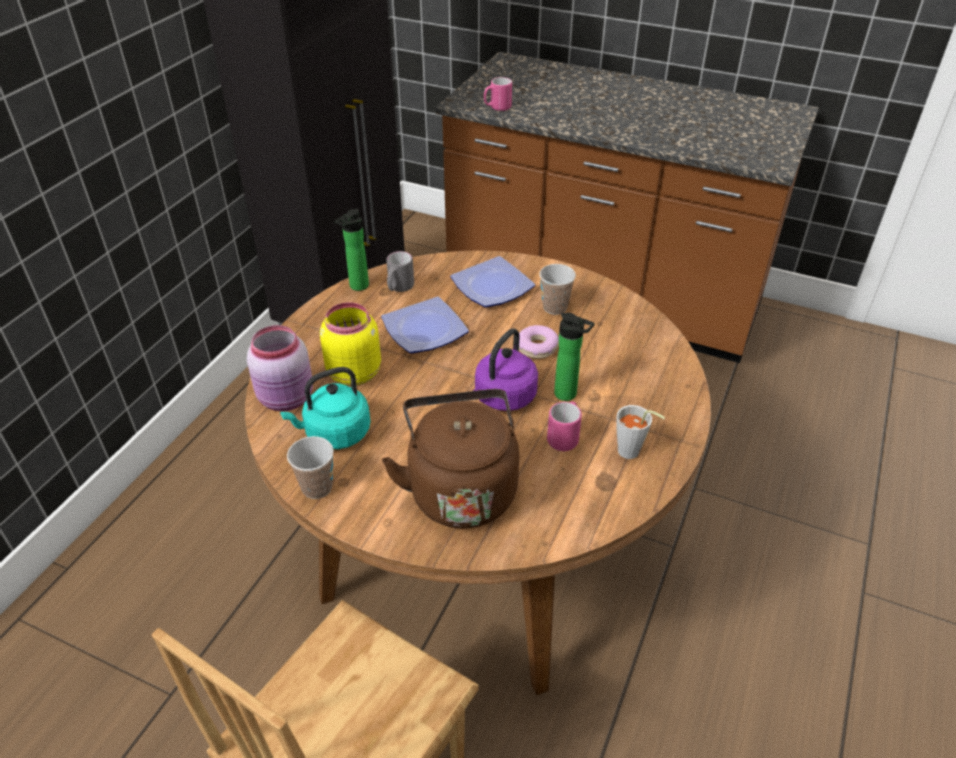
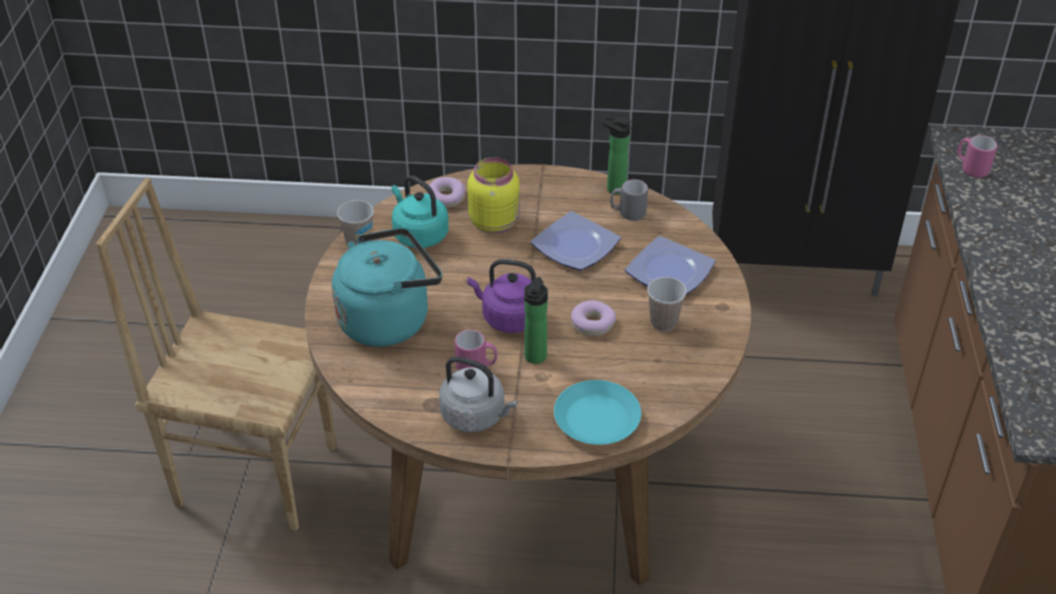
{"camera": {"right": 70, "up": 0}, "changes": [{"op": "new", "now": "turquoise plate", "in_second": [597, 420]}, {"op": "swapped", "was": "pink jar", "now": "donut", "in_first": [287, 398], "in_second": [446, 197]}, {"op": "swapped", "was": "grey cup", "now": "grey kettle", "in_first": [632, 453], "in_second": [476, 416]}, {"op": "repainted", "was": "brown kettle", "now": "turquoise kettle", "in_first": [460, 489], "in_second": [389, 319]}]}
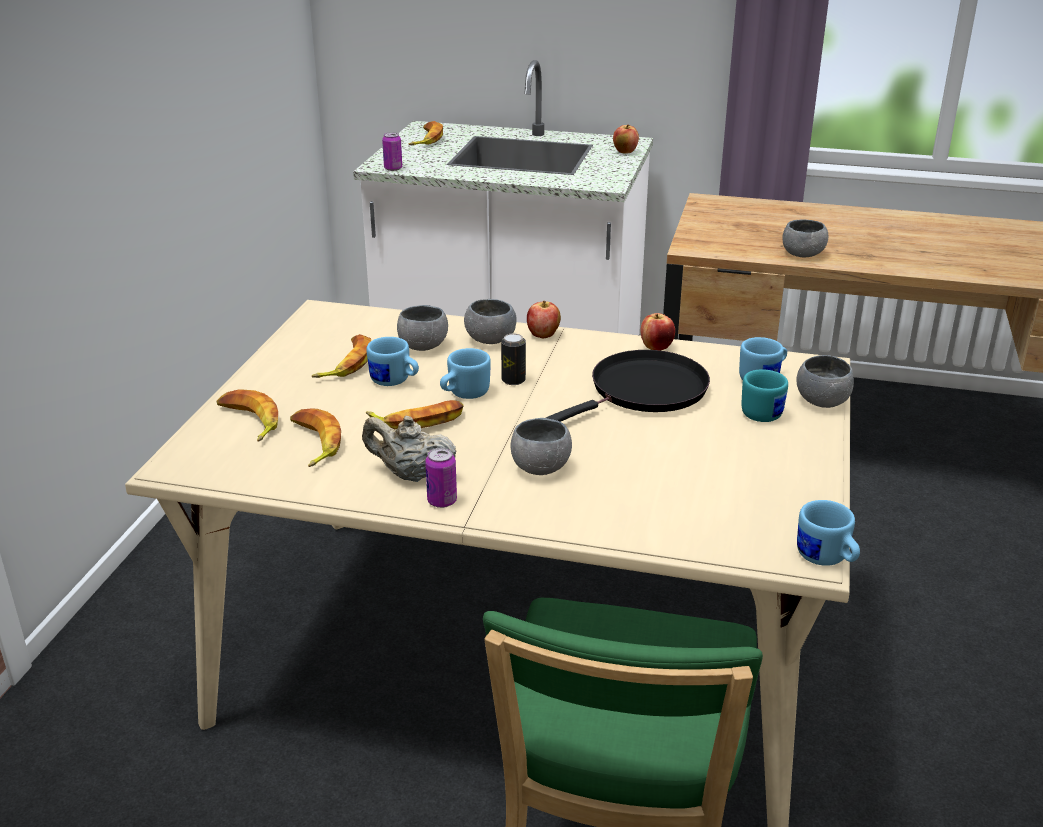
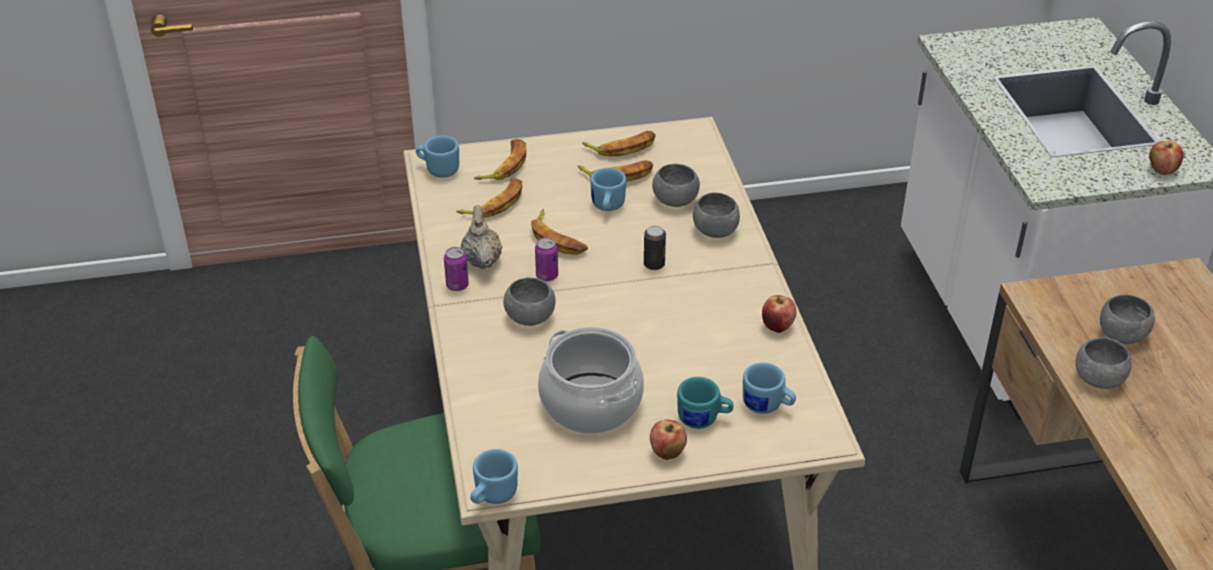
{"camera": {"right": 65, "up": 10}, "changes": [{"op": "gone", "was": "black frying pan", "in_first": [643, 392]}, {"op": "new", "now": "cooking pot", "in_second": [591, 403]}, {"op": "shifted", "was": "can", "in_first": [393, 168], "in_second": [547, 276]}, {"op": "shifted", "was": "banana", "in_first": [426, 139], "in_second": [622, 147]}, {"op": "shifted", "was": "blue mug", "in_first": [463, 394], "in_second": [438, 169]}, {"op": "shifted", "was": "apple", "in_first": [543, 335], "in_second": [667, 453]}, {"op": "shifted", "was": "grey bowl", "in_first": [821, 401], "in_second": [1121, 335]}]}
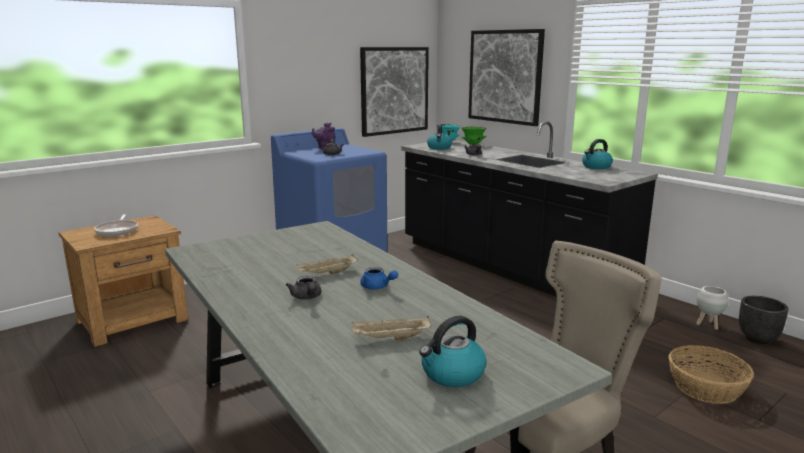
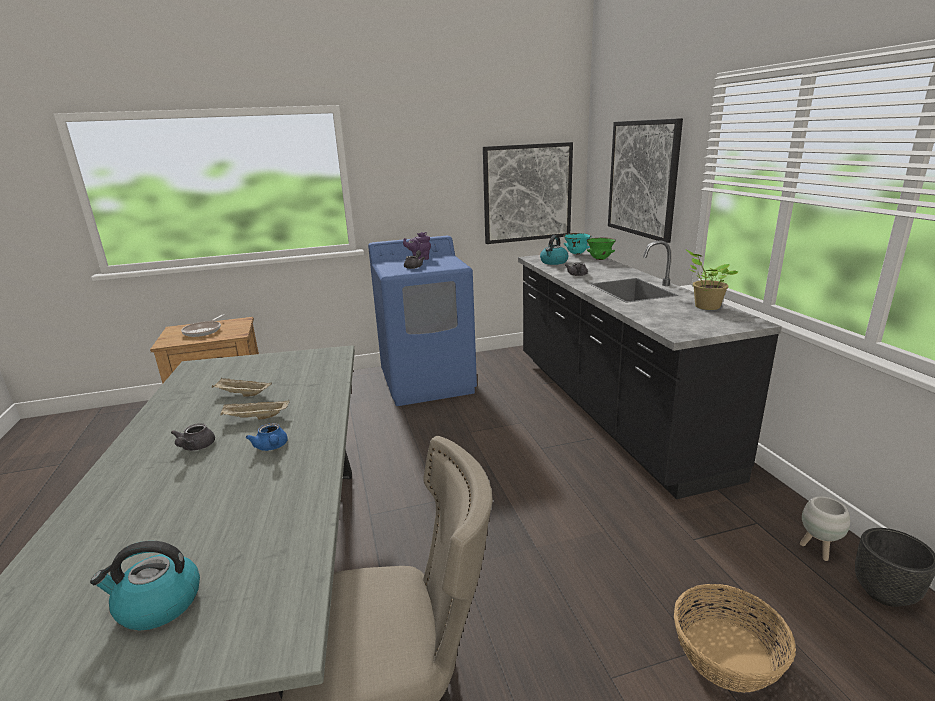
{"camera": {"right": 25, "up": 5}, "changes": [{"op": "shifted", "was": "beige tray", "in_first": [390, 338], "in_second": [242, 394]}, {"op": "swapped", "was": "kettle", "now": "potted plant", "in_first": [596, 167], "in_second": [705, 306]}]}
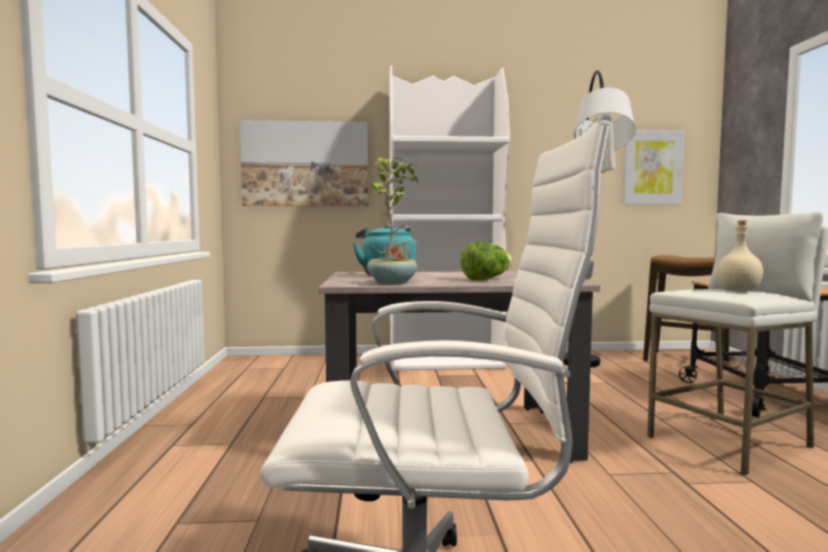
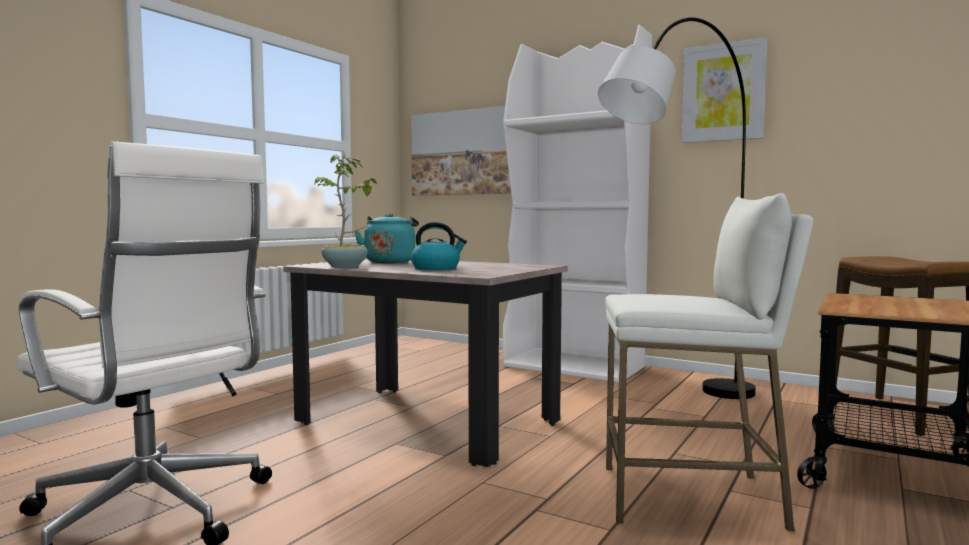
{"camera": {"right": 35, "up": 0}, "changes": [{"op": "gone", "was": "beige bottle", "in_first": [737, 290]}, {"op": "shifted", "was": "picture", "in_first": [652, 167], "in_second": [723, 92]}, {"op": "swapped", "was": "lettuce", "now": "kettle", "in_first": [486, 279], "in_second": [436, 268]}]}
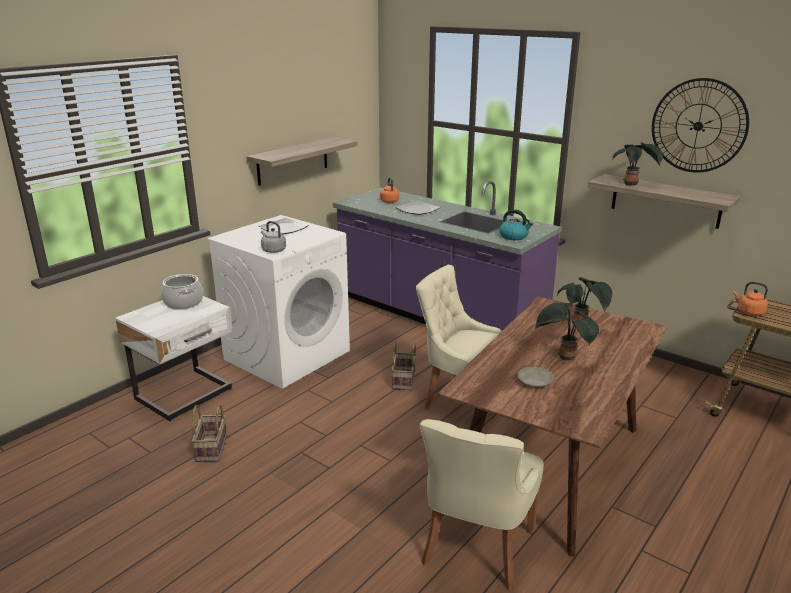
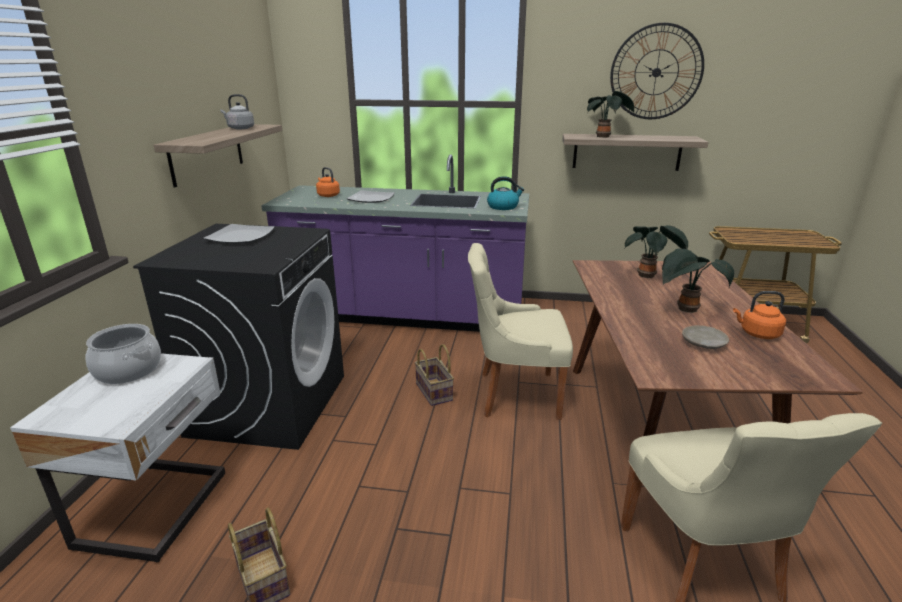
{"camera": {"right": -30, "up": 0}, "changes": [{"op": "shifted", "was": "grey kettle", "in_first": [273, 250], "in_second": [239, 128]}, {"op": "shifted", "was": "orange kettle", "in_first": [748, 312], "in_second": [757, 334]}, {"op": "repainted", "was": "white washing machine", "now": "black washing machine", "in_first": [287, 355], "in_second": [269, 404]}]}
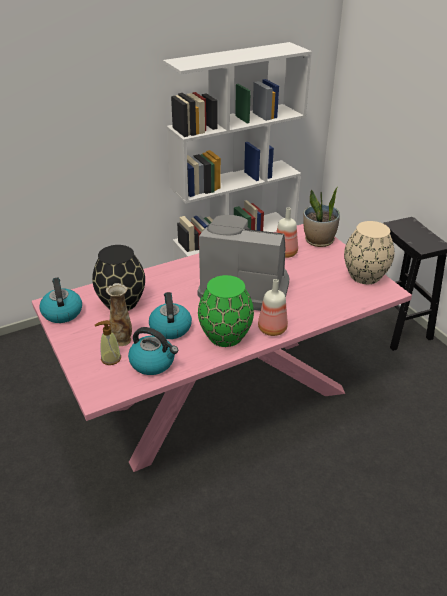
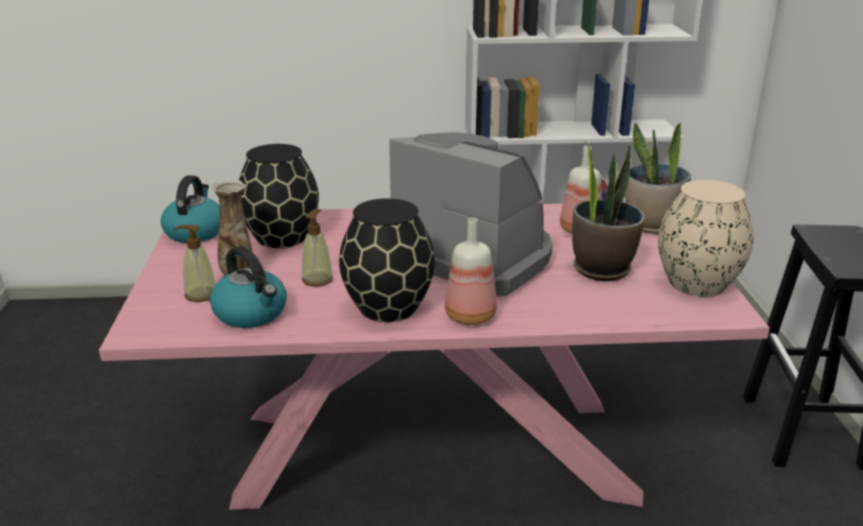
{"camera": {"right": 25, "up": -10}, "changes": [{"op": "new", "now": "potted plant", "in_second": [601, 269]}, {"op": "swapped", "was": "kettle", "now": "soap dispenser", "in_first": [170, 328], "in_second": [317, 279]}, {"op": "repainted", "was": "green vase", "now": "black vase", "in_first": [225, 335], "in_second": [388, 307]}]}
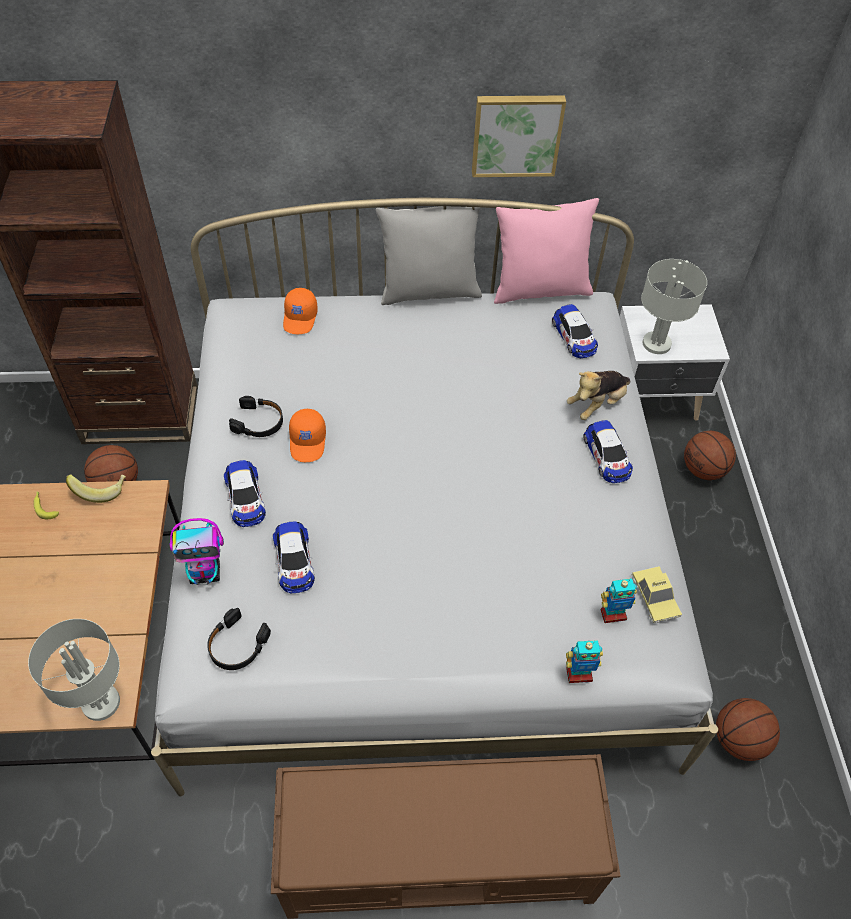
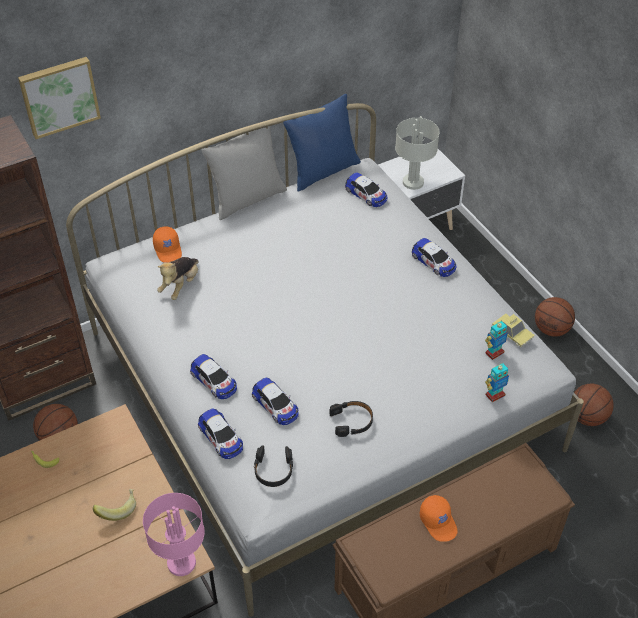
{"camera": {"right": -25, "up": -5}, "changes": [{"op": "shifted", "was": "banana", "in_first": [101, 490], "in_second": [117, 509]}, {"op": "shifted", "was": "black headphones", "in_first": [259, 422], "in_second": [352, 421]}, {"op": "shifted", "was": "orange cap", "in_first": [308, 441], "in_second": [439, 522]}, {"op": "shifted", "was": "picture", "in_first": [516, 134], "in_second": [59, 96]}, {"op": "shifted", "was": "plush toy", "in_first": [597, 404], "in_second": [180, 285]}, {"op": "shifted", "was": "basketball", "in_first": [703, 470], "in_second": [551, 329]}, {"op": "swapped", "was": "toy robot", "now": "toy car", "in_first": [206, 573], "in_second": [221, 437]}, {"op": "repainted", "was": "grey table lamp", "now": "pink table lamp", "in_first": [100, 702], "in_second": [180, 563]}, {"op": "repainted", "was": "pink pillow", "now": "blue pillow", "in_first": [540, 289], "in_second": [323, 171]}]}
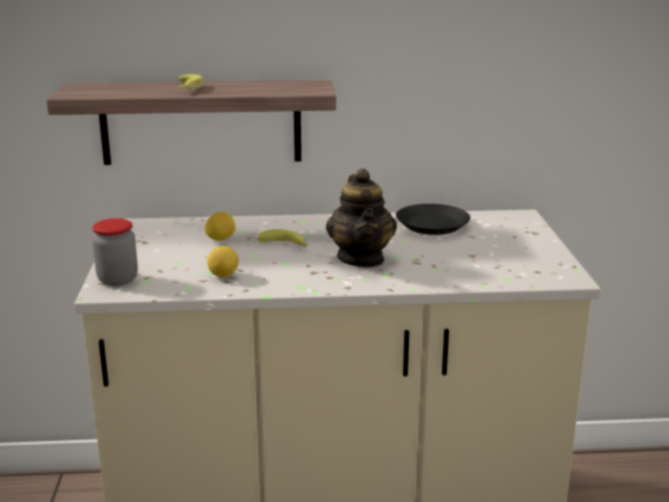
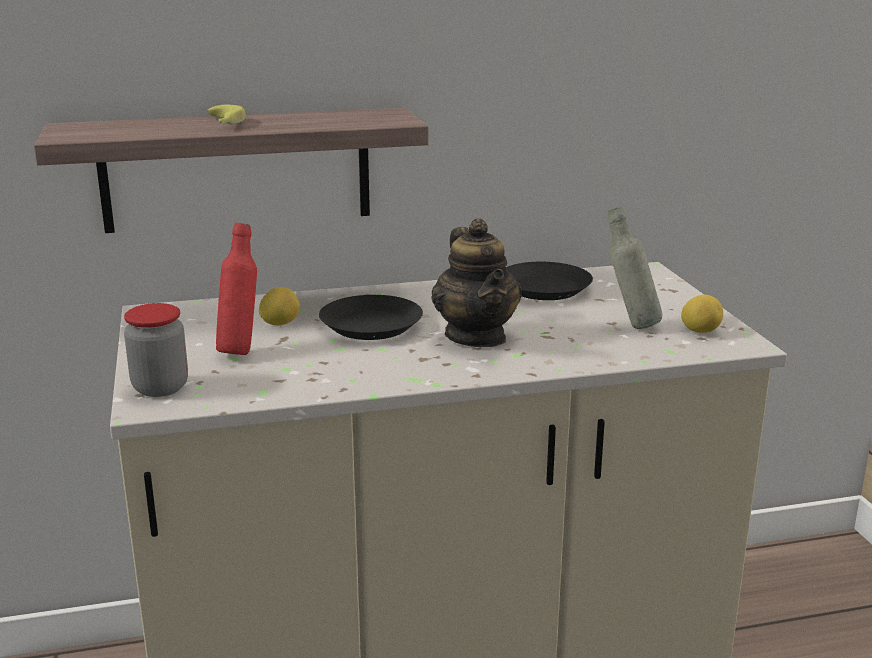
{"camera": {"right": -10, "up": 0}, "changes": [{"op": "new", "now": "red bottle", "in_second": [240, 350]}, {"op": "new", "now": "grey bottle", "in_second": [630, 325]}, {"op": "shifted", "was": "lemon", "in_first": [223, 276], "in_second": [700, 331]}, {"op": "swapped", "was": "banana", "now": "black plate", "in_first": [285, 245], "in_second": [370, 326]}]}
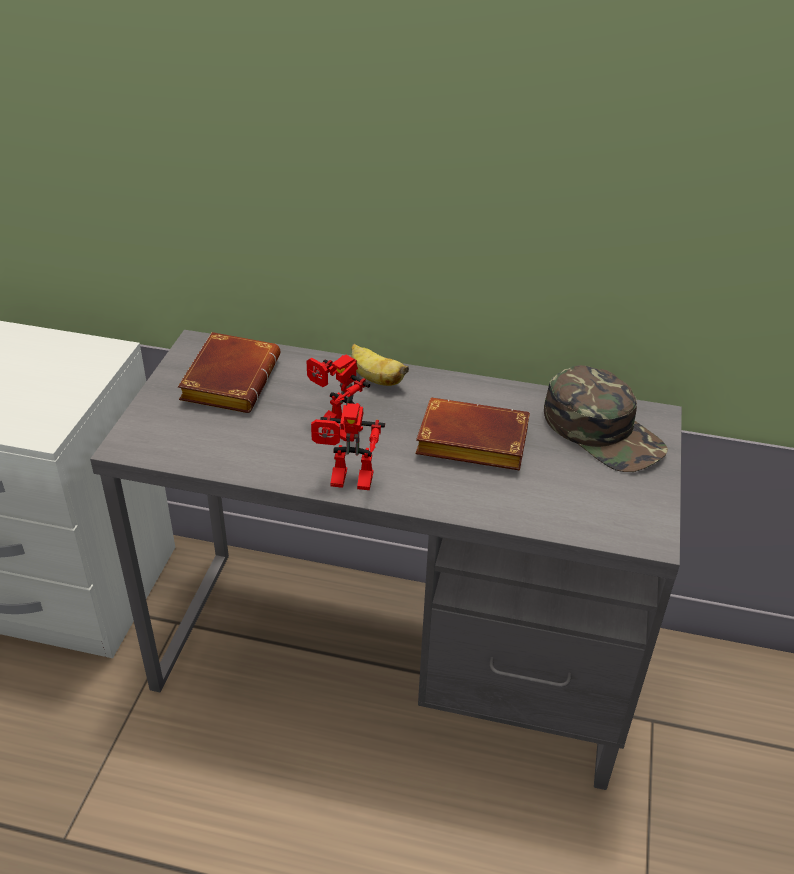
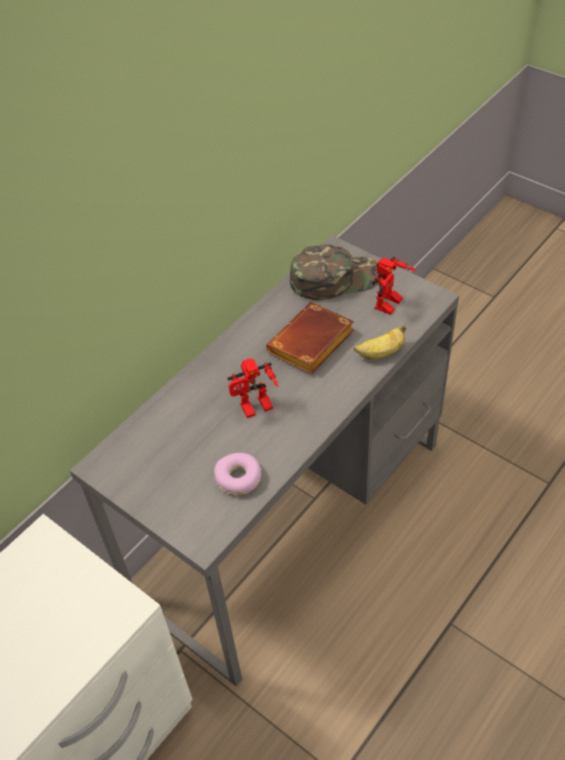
{"camera": {"right": -60, "up": 10}, "changes": [{"op": "gone", "was": "brown book", "in_first": [229, 379]}, {"op": "new", "now": "donut", "in_second": [238, 478]}, {"op": "shifted", "was": "toy robot", "in_first": [347, 482], "in_second": [391, 306]}, {"op": "shifted", "was": "banana", "in_first": [375, 379], "in_second": [380, 353]}]}
